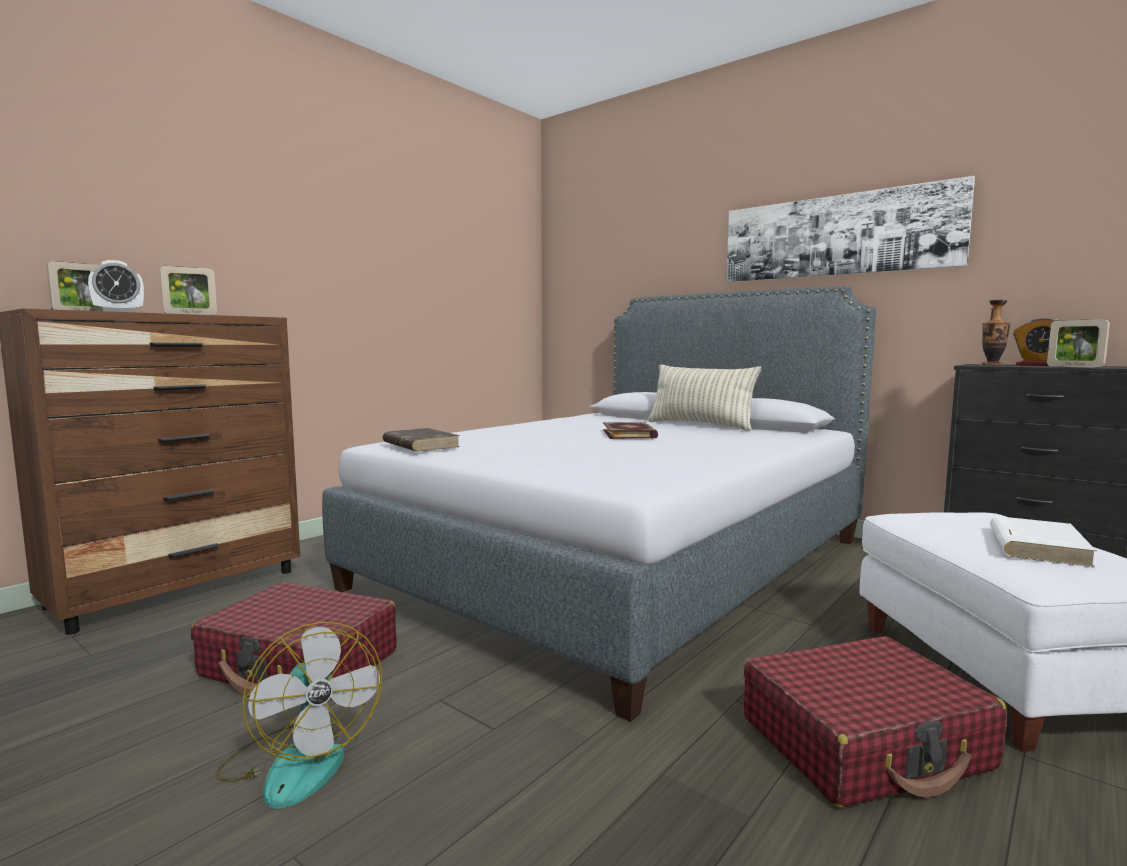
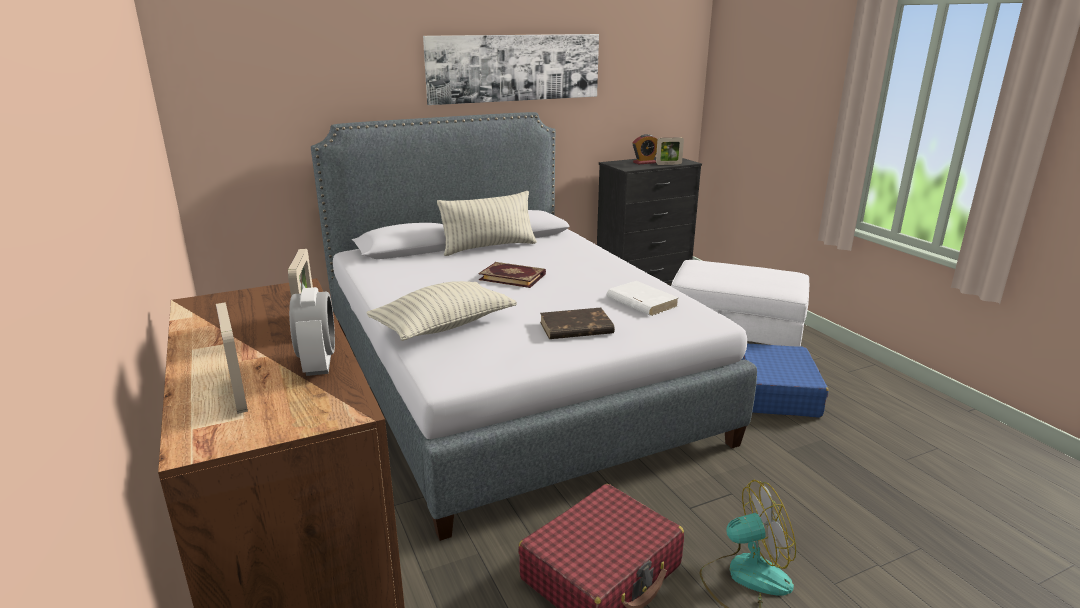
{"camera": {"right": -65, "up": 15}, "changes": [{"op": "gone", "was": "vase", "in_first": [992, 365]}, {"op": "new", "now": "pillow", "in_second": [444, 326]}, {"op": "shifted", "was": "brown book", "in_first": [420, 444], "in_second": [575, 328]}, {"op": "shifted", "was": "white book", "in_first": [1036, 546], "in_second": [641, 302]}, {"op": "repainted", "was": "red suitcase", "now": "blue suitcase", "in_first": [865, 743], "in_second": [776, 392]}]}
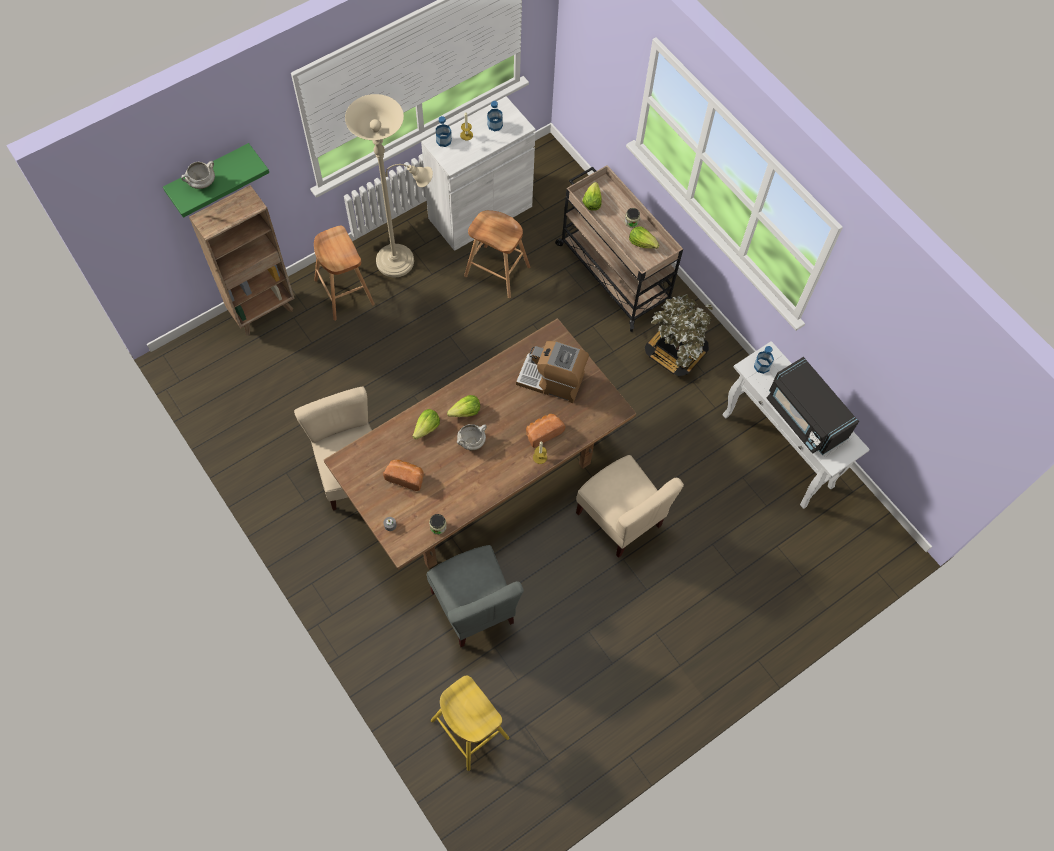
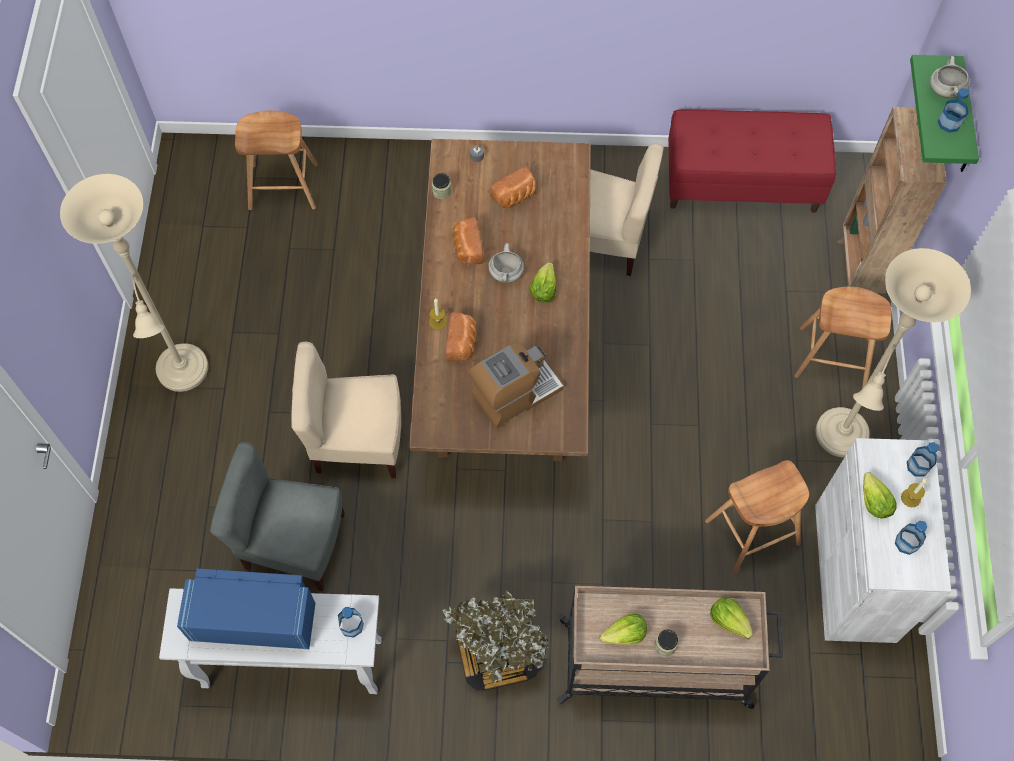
{"camera": {"right": 130, "up": 0}, "changes": [{"op": "new", "now": "beige floor lamp", "in_second": [184, 374]}, {"op": "new", "now": "bread", "in_second": [467, 248]}, {"op": "new", "now": "red bench", "in_second": [742, 183]}, {"op": "new", "now": "bottle", "in_second": [949, 123]}, {"op": "shifted", "was": "lettuce", "in_first": [427, 428], "in_second": [874, 502]}, {"op": "shifted", "was": "grey chair", "in_first": [474, 607], "in_second": [294, 544]}, {"op": "repainted", "was": "yellow stool", "now": "brown stool", "in_first": [470, 729], "in_second": [283, 186]}, {"op": "repainted", "was": "black microwave", "now": "blue microwave", "in_first": [805, 417], "in_second": [254, 619]}]}
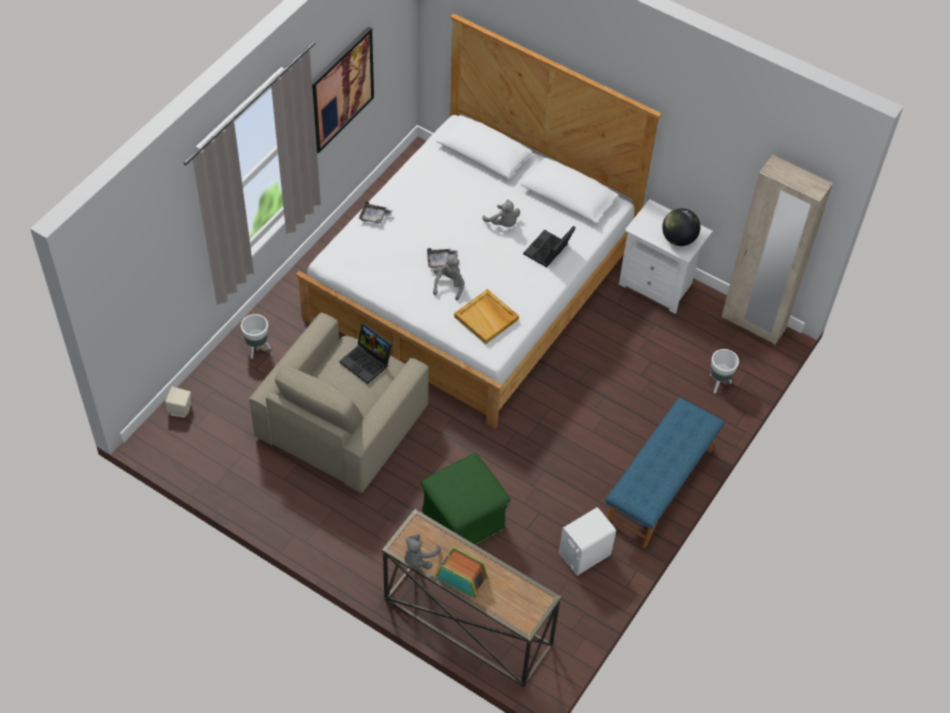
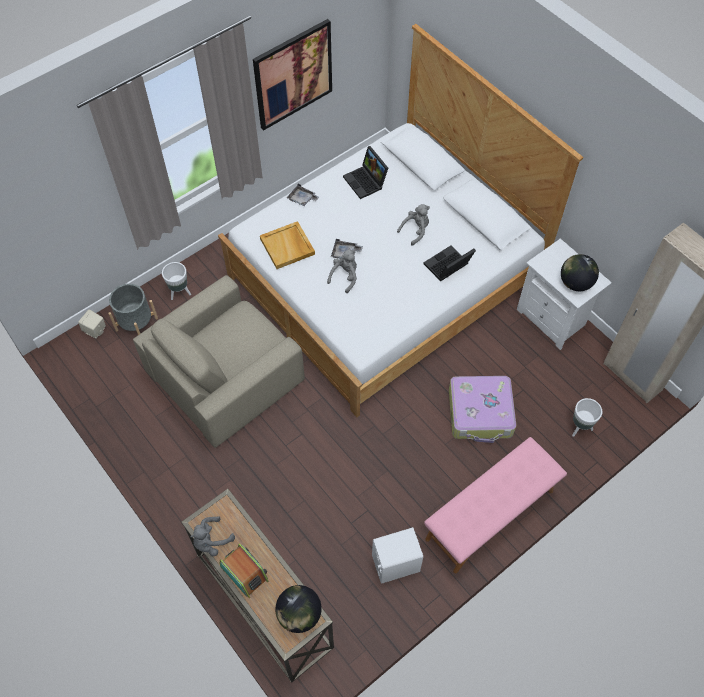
{"camera": {"right": 20, "up": 5}, "changes": [{"op": "gone", "was": "green ottoman", "in_first": [463, 520]}, {"op": "new", "now": "grey planter", "in_second": [136, 324]}, {"op": "new", "now": "globe", "in_second": [299, 614]}, {"op": "new", "now": "suitcase", "in_second": [480, 413]}, {"op": "shifted", "was": "laptop", "in_first": [367, 362], "in_second": [366, 182]}, {"op": "shifted", "was": "beige tray", "in_first": [487, 318], "in_second": [288, 246]}, {"op": "repainted", "was": "blue bench", "now": "pink bench", "in_first": [660, 486], "in_second": [490, 515]}, {"op": "rotated", "was": "grey plush toy", "in_first": [503, 223], "in_second": [415, 230], "clockwise": -105}]}
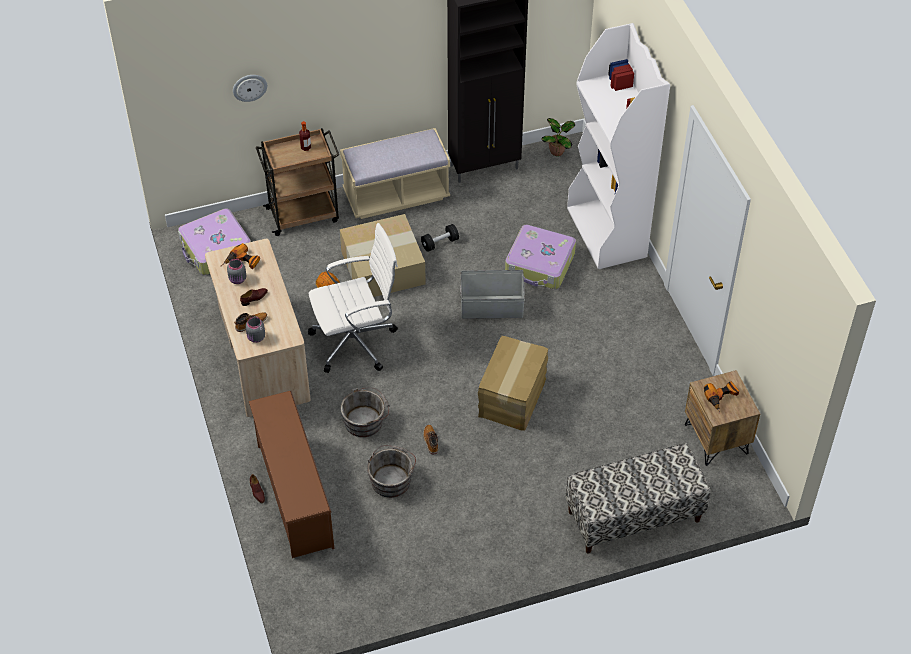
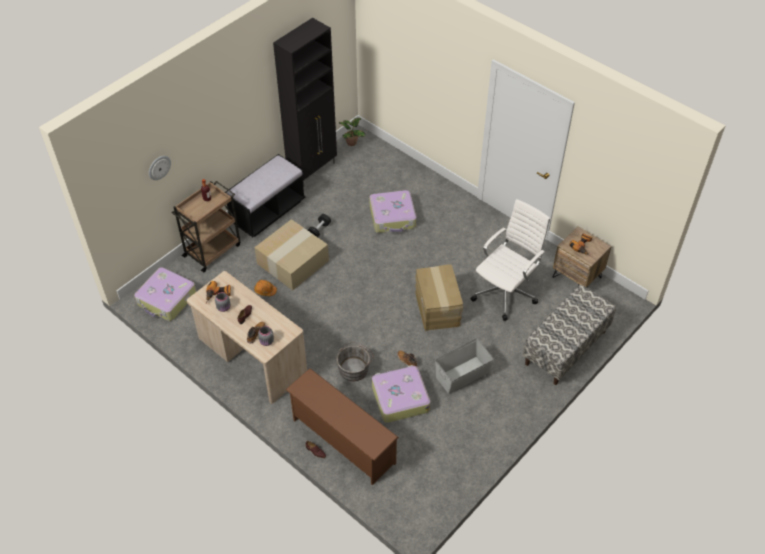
{"camera": {"right": -30, "up": 0}, "changes": [{"op": "gone", "was": "white bookcase", "in_first": [607, 233]}, {"op": "shifted", "was": "white office chair", "in_first": [356, 341], "in_second": [505, 292]}, {"op": "shifted", "was": "grey storage box", "in_first": [492, 307], "in_second": [463, 375]}, {"op": "swapped", "was": "grey bucket", "now": "suitcase", "in_first": [391, 479], "in_second": [399, 398]}, {"op": "repainted", "was": "beige bench", "now": "black bench", "in_first": [396, 195], "in_second": [267, 212]}]}
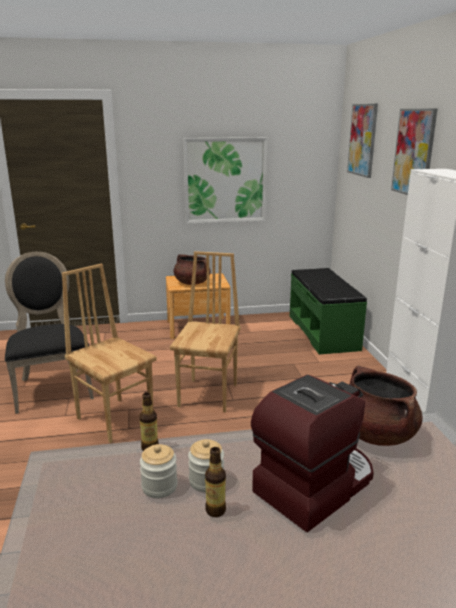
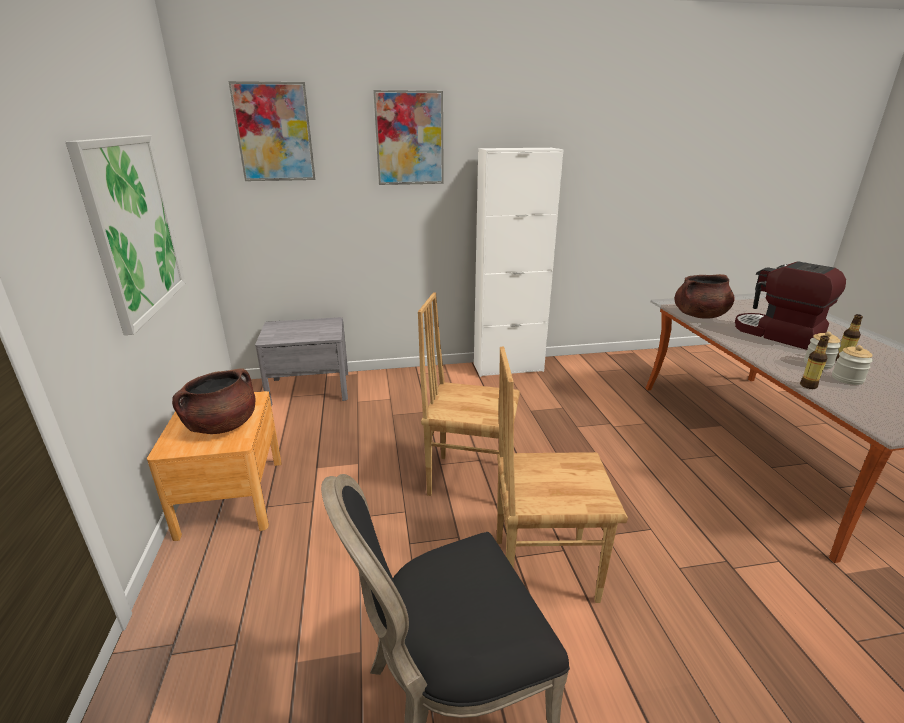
{"camera": {"right": -90, "up": 5}, "changes": [{"op": "swapped", "was": "green bench", "now": "grey nightstand", "in_first": [323, 332], "in_second": [309, 389]}, {"op": "rotated", "was": "brown chair", "in_first": [116, 419], "in_second": [543, 568], "clockwise": 45}]}
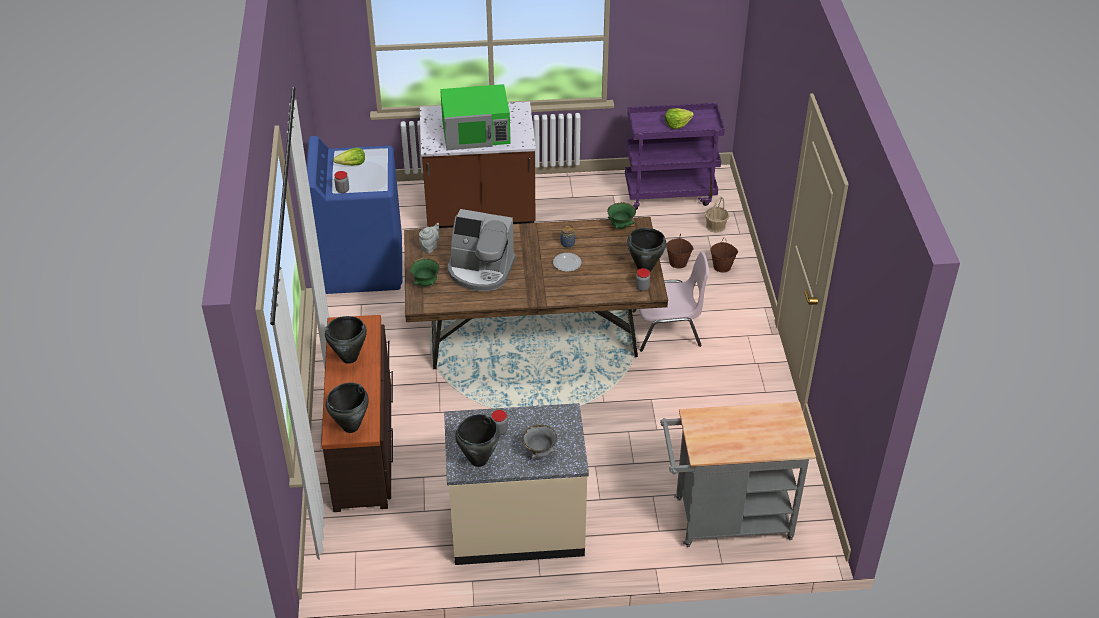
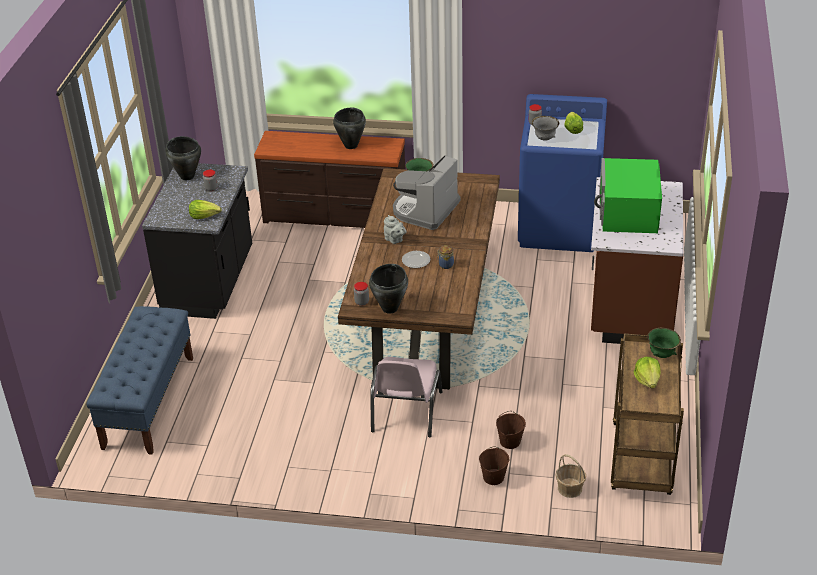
{"camera": {"right": 105, "up": -5}, "changes": [{"op": "gone", "was": "black cooking pot", "in_first": [351, 426]}, {"op": "new", "now": "lettuce", "in_second": [204, 216]}, {"op": "shifted", "was": "grey teapot", "in_first": [430, 246], "in_second": [394, 240]}, {"op": "shifted", "was": "grey bowl", "in_first": [539, 453], "in_second": [545, 138]}, {"op": "shifted", "was": "green bowl", "in_first": [621, 226], "in_second": [661, 355]}, {"op": "swapped", "was": "grey cart", "now": "blue bench", "in_first": [725, 520], "in_second": [148, 401]}, {"op": "repainted", "was": "beige counter", "now": "black counter", "in_first": [517, 526], "in_second": [210, 283]}, {"op": "repainted", "was": "purple cart", "now": "brown cart", "in_first": [670, 193], "in_second": [642, 461]}]}
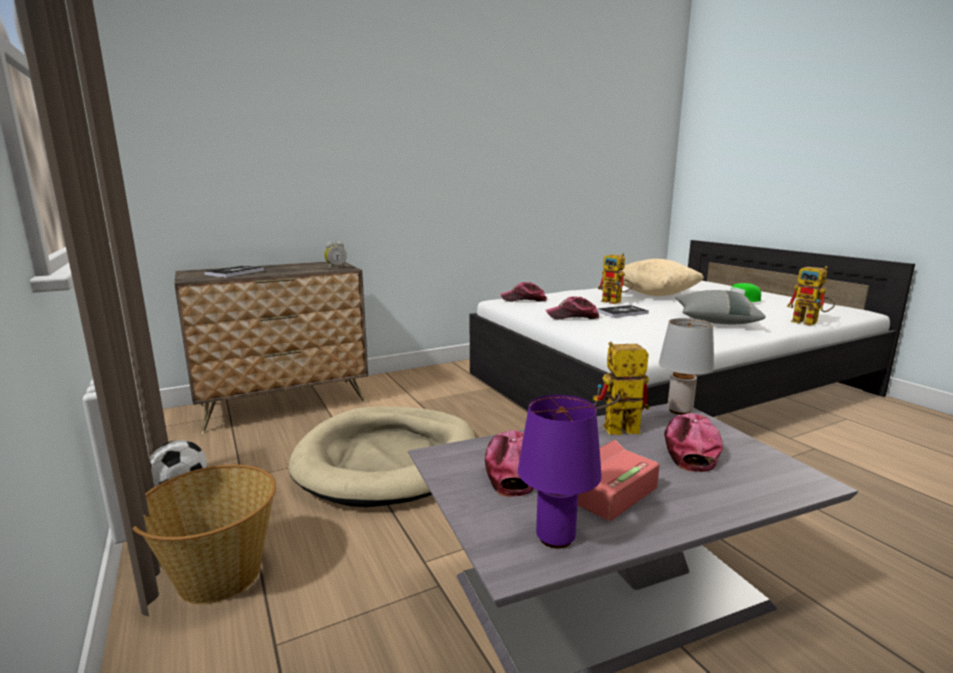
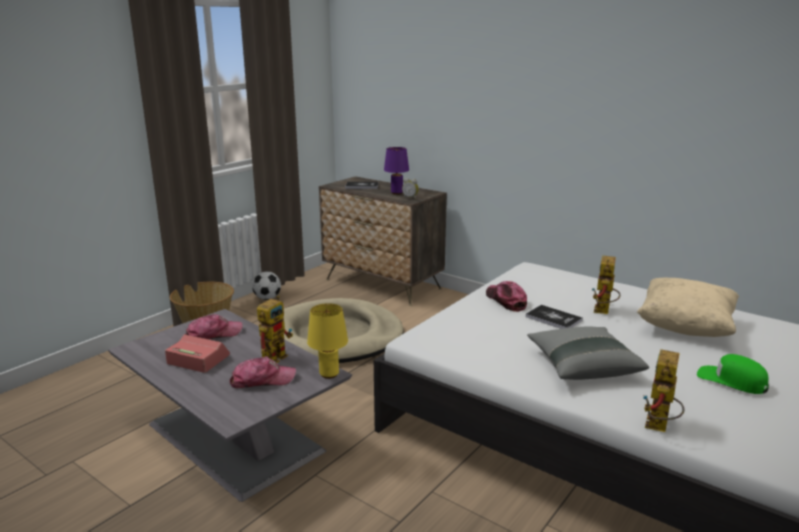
{"camera": {"right": 65, "up": 5}, "changes": [{"op": "gone", "was": "cap", "in_first": [523, 300]}, {"op": "shifted", "was": "purple table lamp", "in_first": [556, 538], "in_second": [397, 193]}, {"op": "repainted", "was": "grey table lamp", "now": "yellow table lamp", "in_first": [680, 410], "in_second": [329, 374]}, {"op": "rotated", "was": "toy robot", "in_first": [614, 432], "in_second": [276, 355], "clockwise": 60}]}
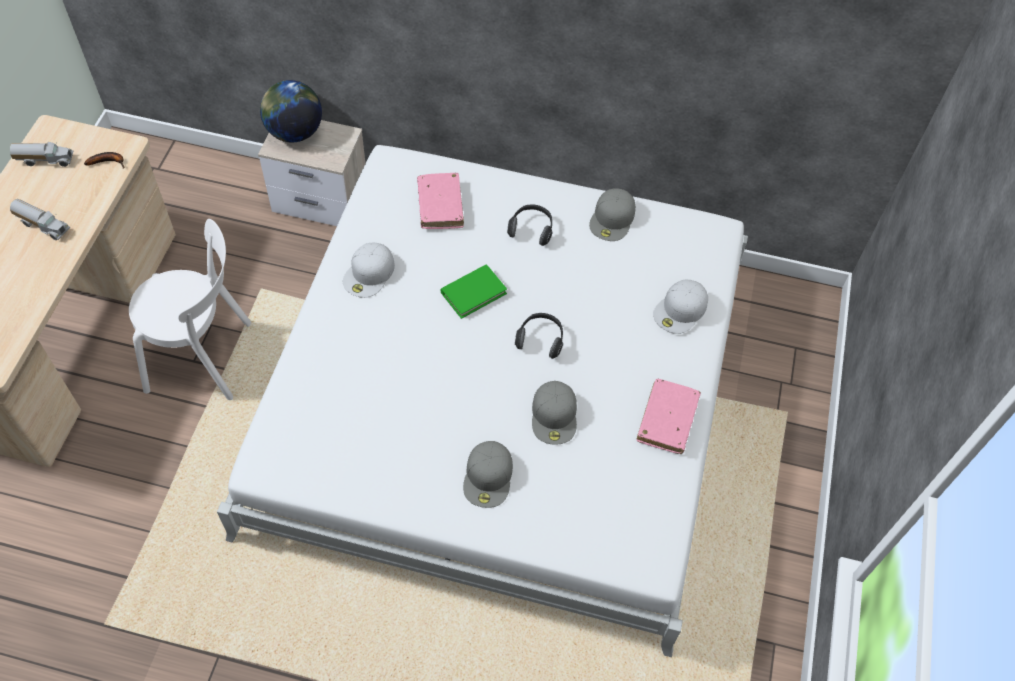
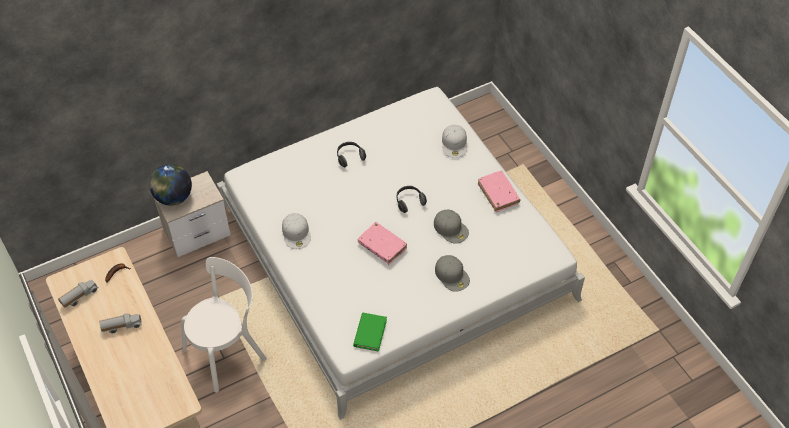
{"camera": {"right": -40, "up": -5}, "changes": [{"op": "gone", "was": "grey cap", "in_first": [612, 219]}, {"op": "shifted", "was": "pink book", "in_first": [440, 206], "in_second": [382, 246]}, {"op": "shifted", "was": "green book", "in_first": [473, 293], "in_second": [370, 333]}]}
